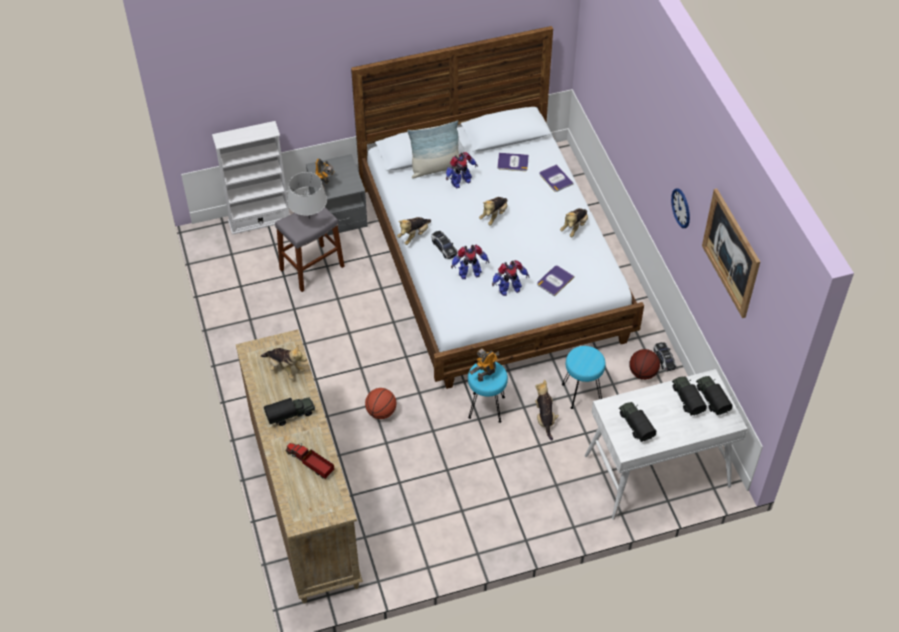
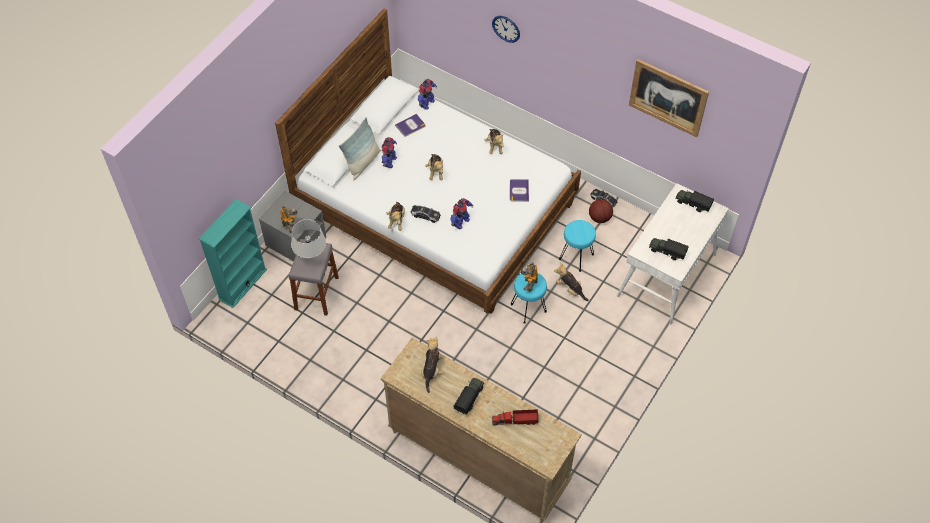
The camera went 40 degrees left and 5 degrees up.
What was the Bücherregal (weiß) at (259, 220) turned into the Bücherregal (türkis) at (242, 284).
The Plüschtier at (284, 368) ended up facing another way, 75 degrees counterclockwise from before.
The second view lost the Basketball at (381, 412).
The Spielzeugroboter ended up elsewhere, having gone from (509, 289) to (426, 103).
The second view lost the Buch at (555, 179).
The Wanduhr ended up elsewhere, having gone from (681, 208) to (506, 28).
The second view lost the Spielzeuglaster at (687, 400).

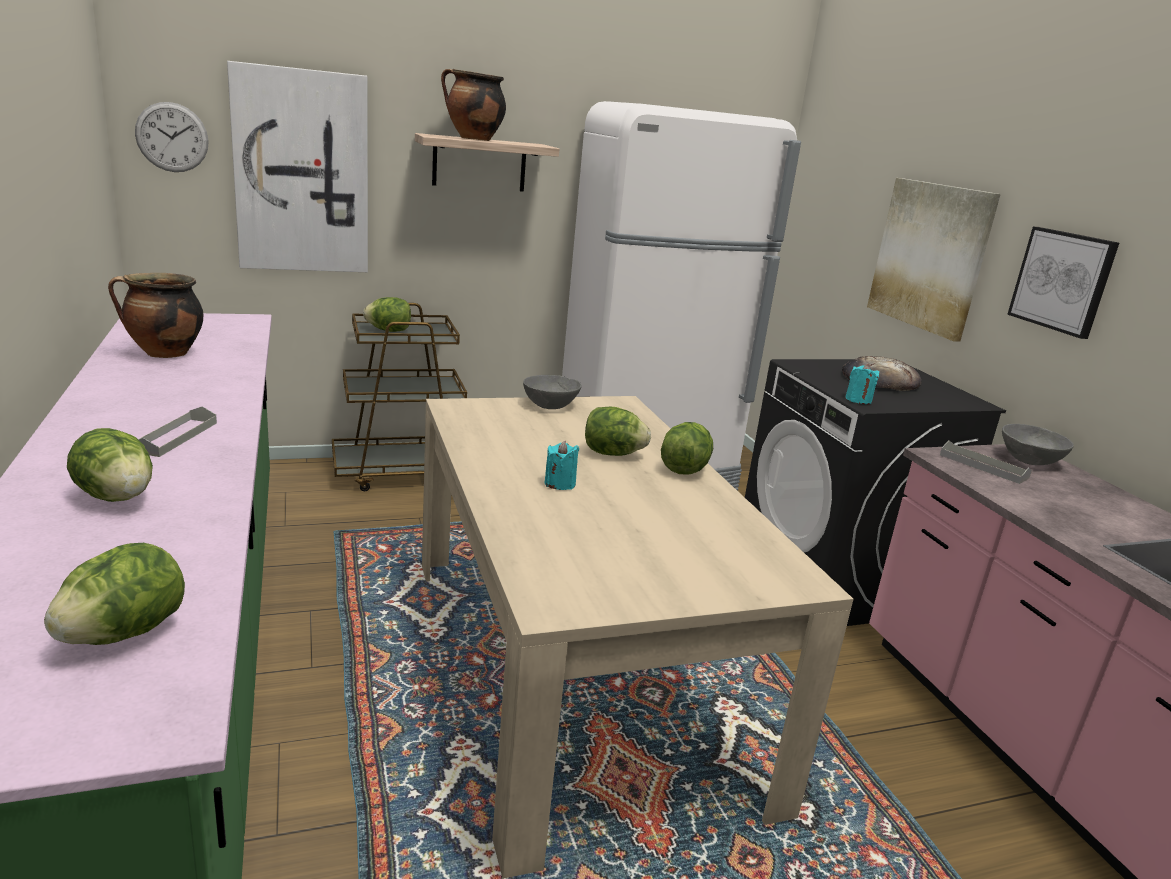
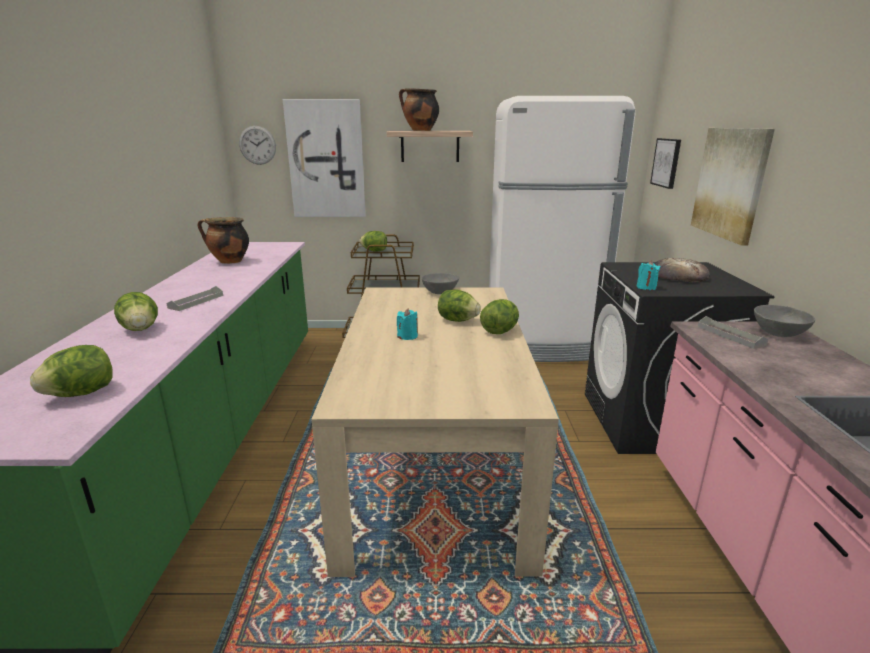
The camera went 20 degrees right and 0 degrees up.
The Bild ended up elsewhere, having gone from (1062, 281) to (666, 162).

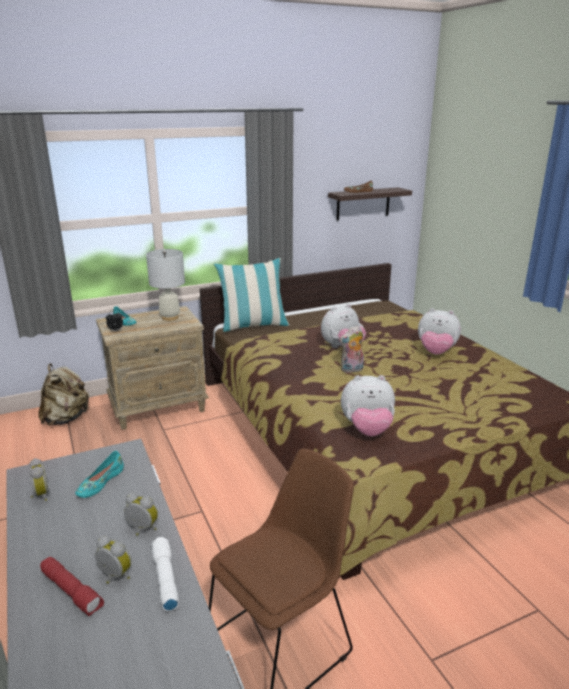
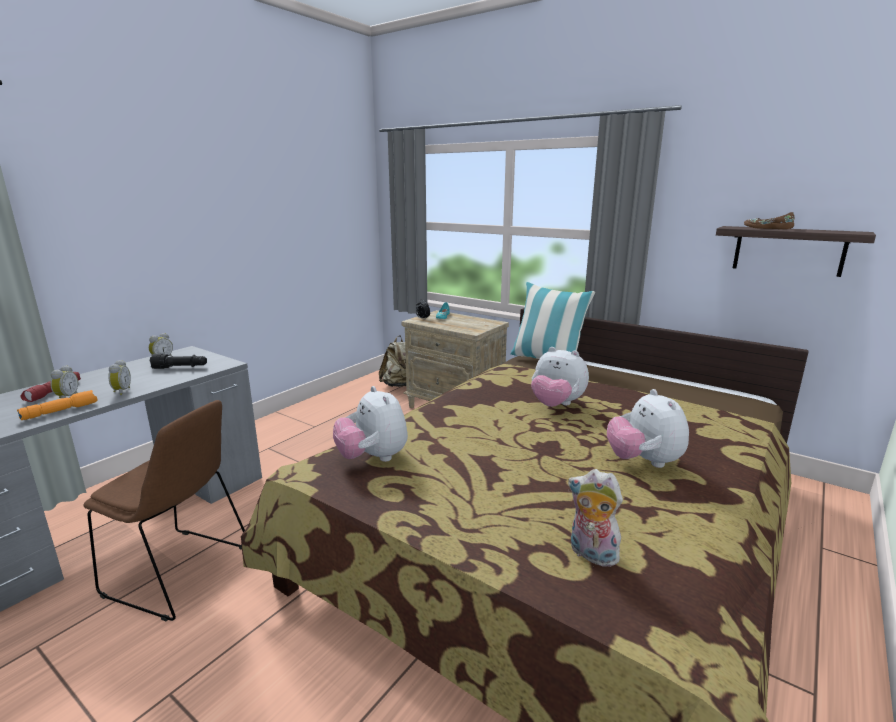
The camera went 60 degrees right and 5 degrees down.
Where the Schuh (türkis) stood at (100, 482), the Taschenlampe (schwarz) came to stand at (180, 368).
The second view lost the Tischlampe (weiß) at (170, 317).
What was the Taschenlampe (weiß) at (164, 578) turned into the Taschenlampe (orange) at (60, 411).
The Plüschtier ended up elsewhere, having gone from (352, 370) to (591, 554).

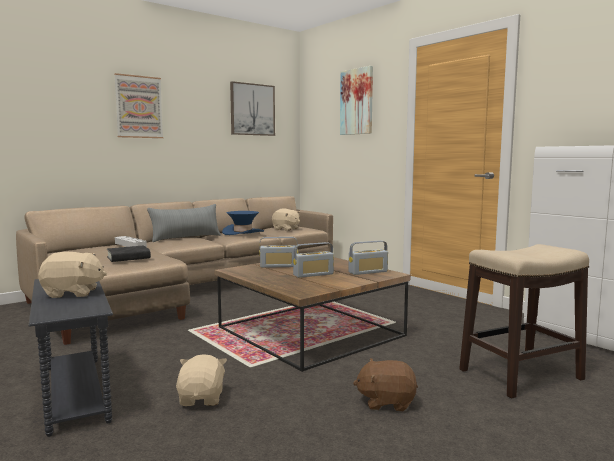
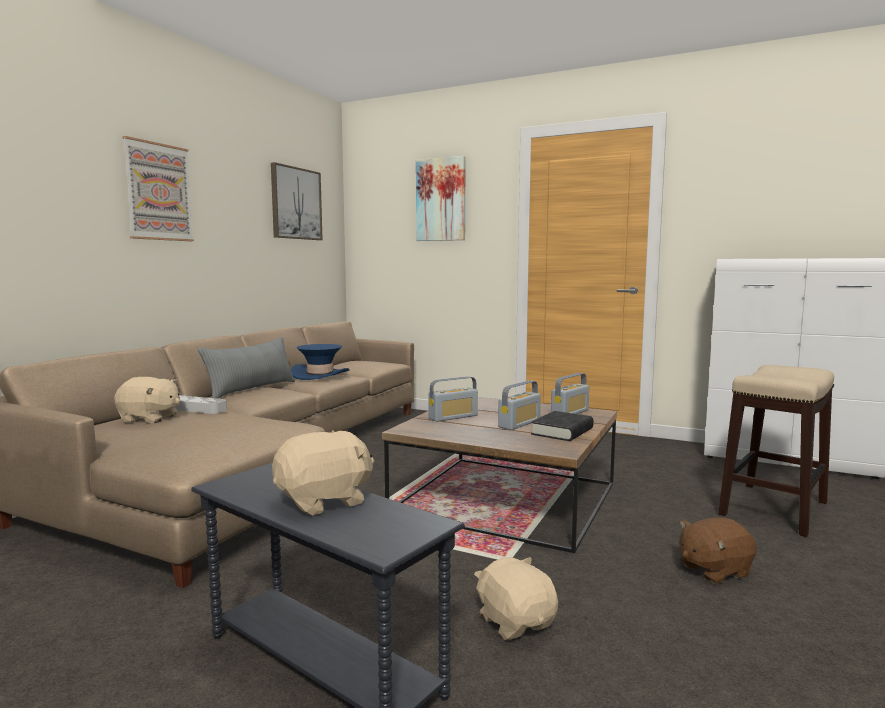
The camera went 25 degrees left and 0 degrees up.
The Buch (schwarz) ended up elsewhere, having gone from (128, 257) to (562, 431).
The Plüschtier (beige) ended up elsewhere, having gone from (286, 229) to (150, 419).

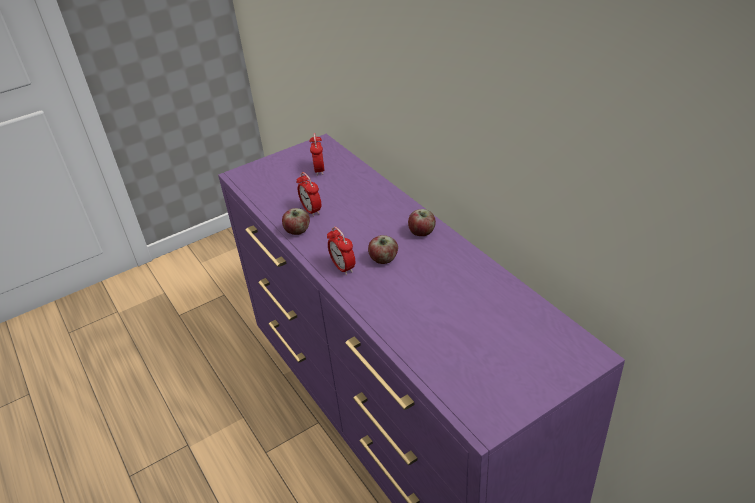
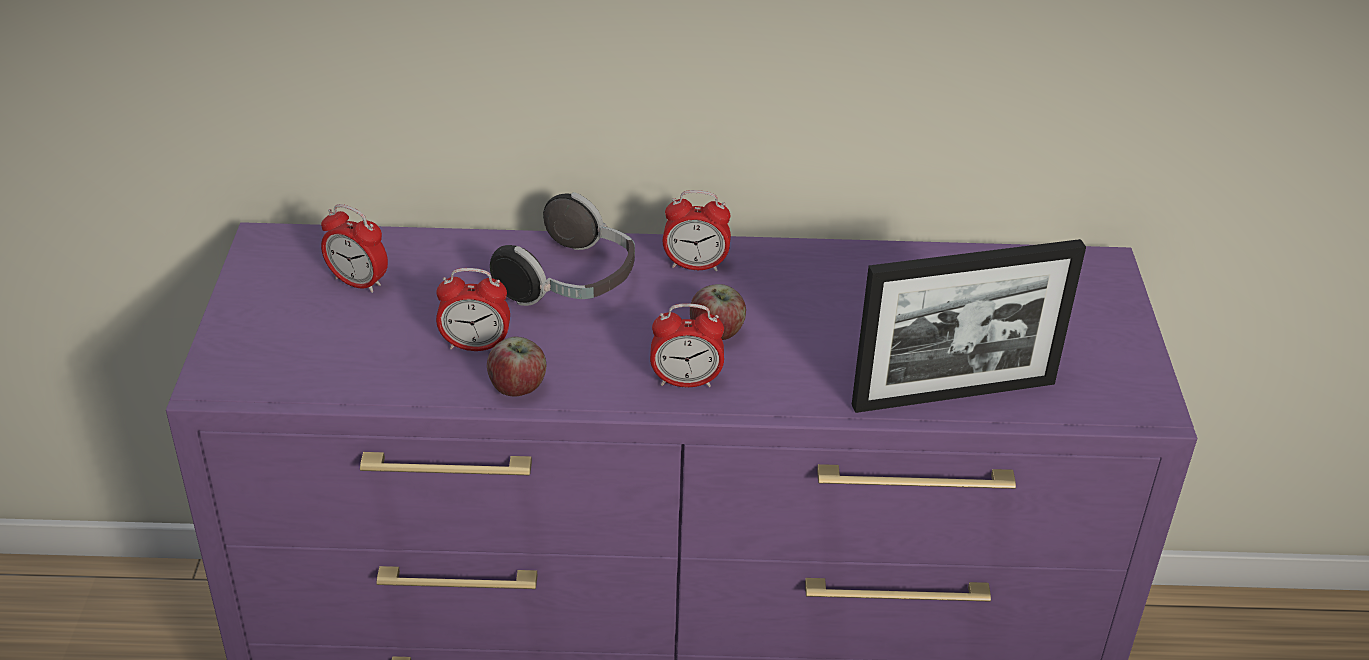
The camera went 60 degrees left and 0 degrees up.
Where the Apfel stood at (422, 232), the Wecker came to stand at (695, 265).
The second view gained the Kopfhörer at (572, 282).
The second view gained the Bilderrahmen at (954, 394).

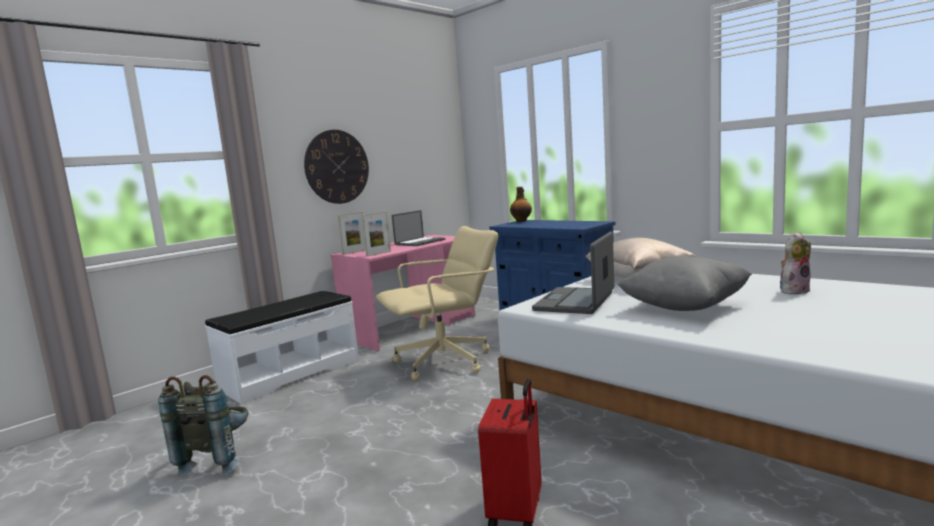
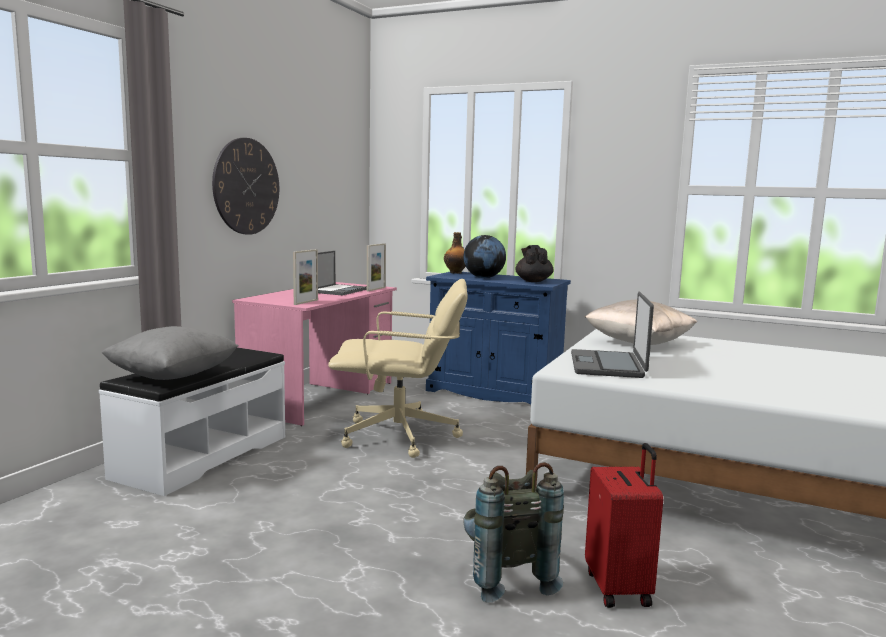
The camera went 20 degrees left and 0 degrees up.
The Rucksack (grau) ended up elsewhere, having gone from (218, 460) to (504, 577).
The Bilderrahmen ended up elsewhere, having gone from (355, 252) to (376, 289).
The Bürostuhl (beige) at (445, 362) ended up facing another way, 45 degrees clockwise from before.
The Kissen (grau) ended up elsewhere, having gone from (684, 307) to (173, 376).
The second view lost the Plüschtier at (794, 290).
The second view gained the Globus at (483, 277).
The second view gained the Teekanne (schwarz) at (533, 281).

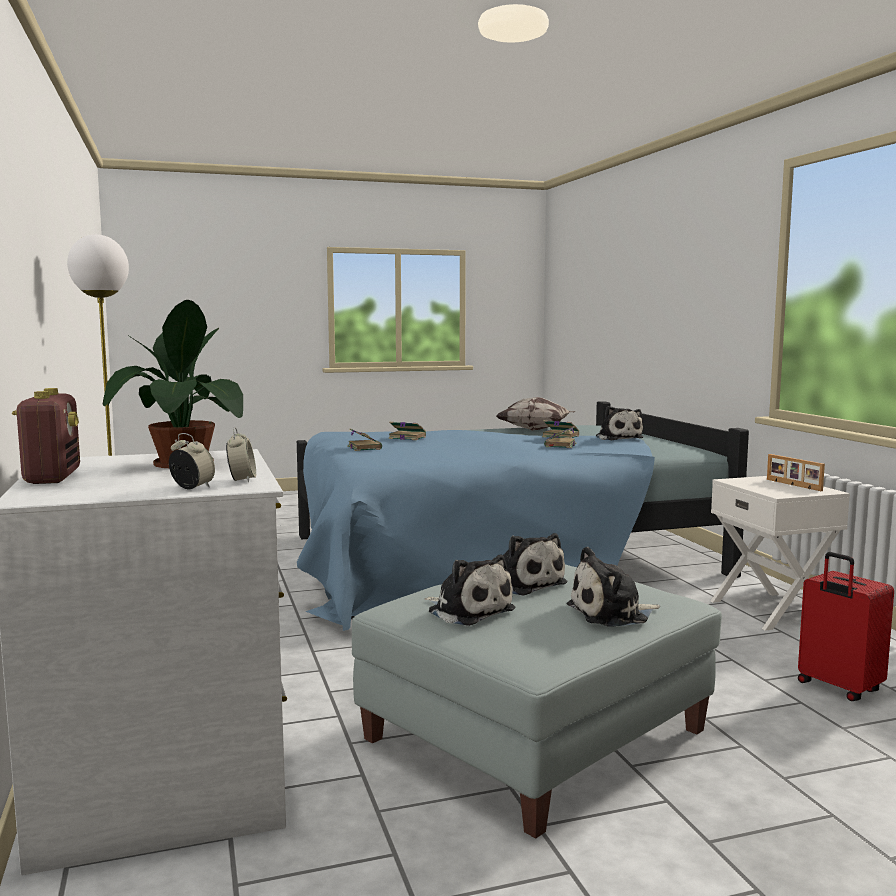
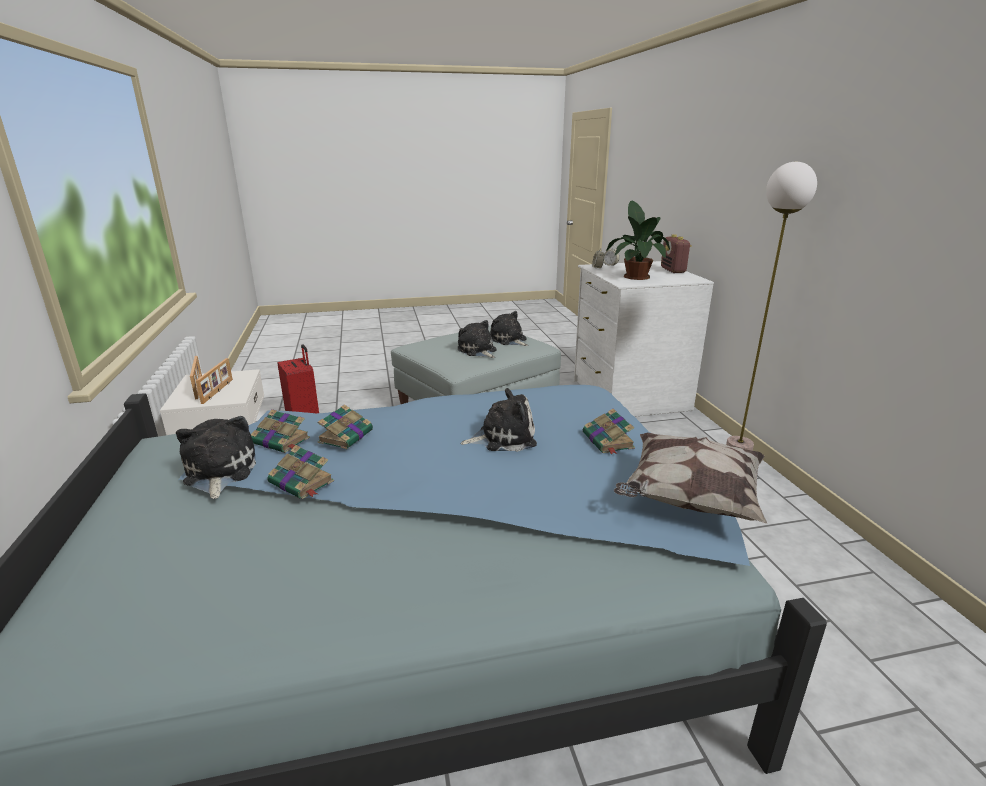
The camera went 175 degrees left and 15 degrees up.
The Buch ended up elsewhere, having gone from (406, 437) to (281, 441).
The Kissen ended up elsewhere, having gone from (536, 429) to (688, 499).
The Plüschtier ended up elsewhere, having gone from (612, 614) to (503, 437).
The second view gained the Bilderrahmen at (218, 391).

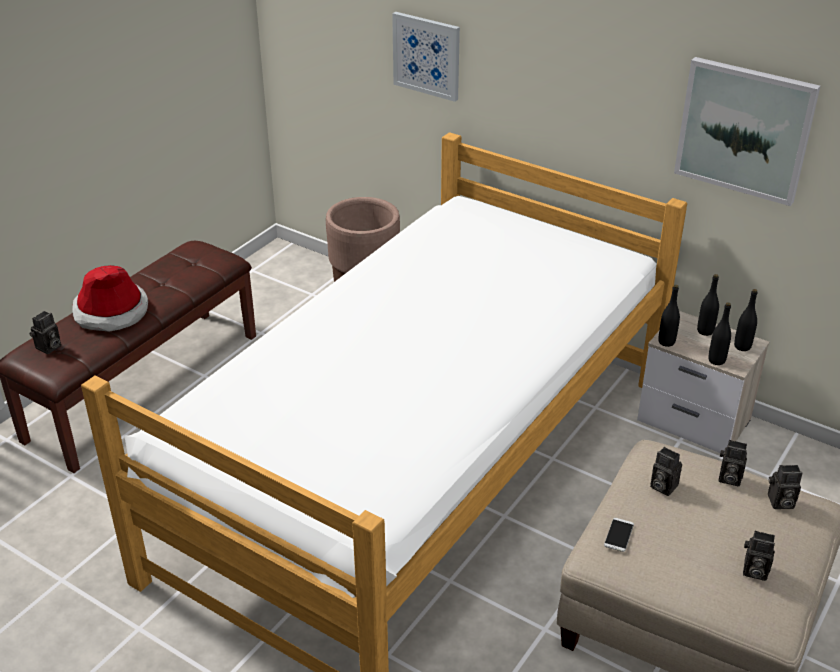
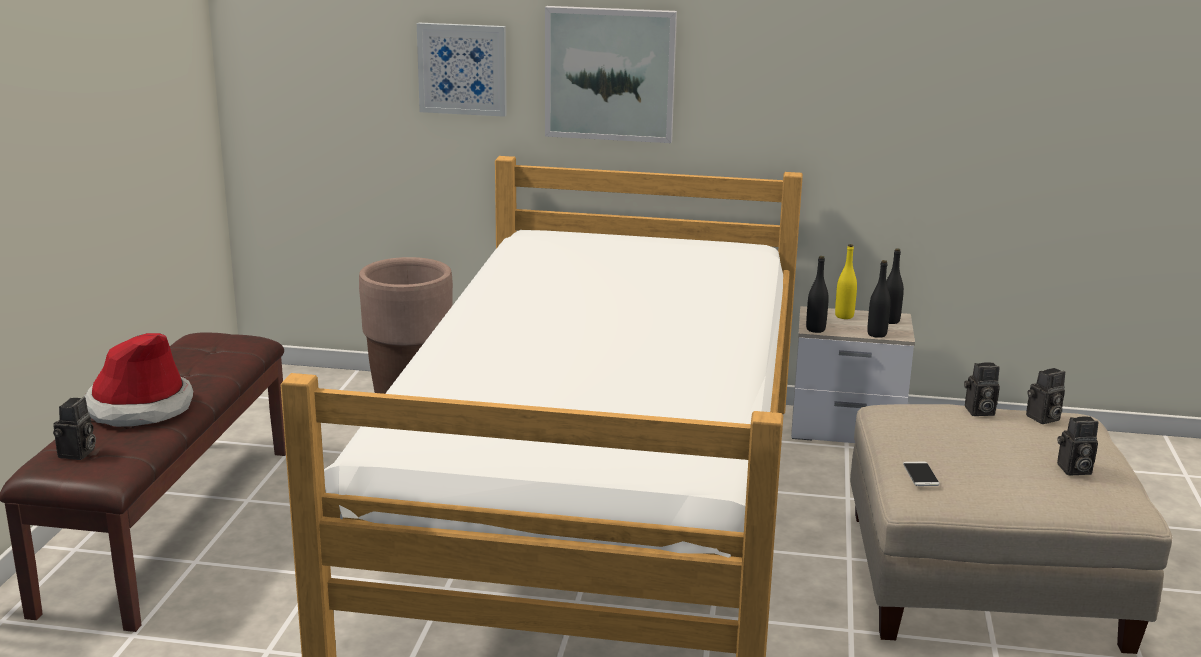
The camera went 25 degrees left and 15 degrees down.
The second view lost the Kamera at (661, 486).
The Bild ended up elsewhere, having gone from (744, 130) to (610, 74).
What was the Flasche (schwarz) at (705, 331) turned into the Flasche (gelb) at (844, 316).

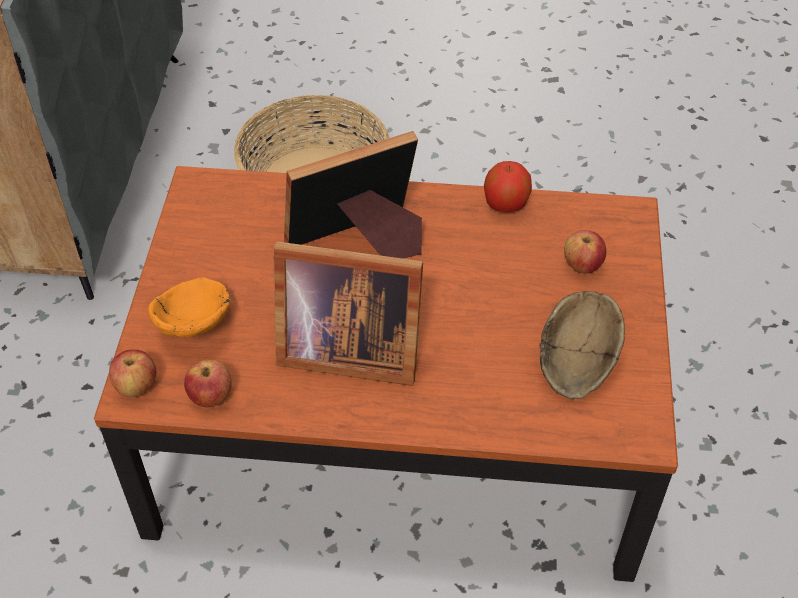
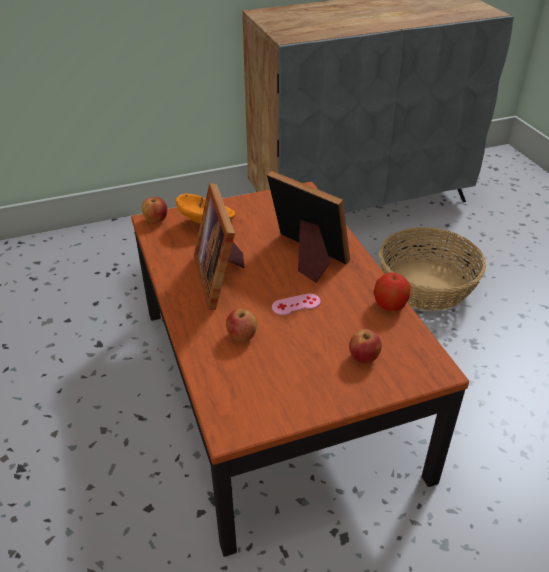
The camera went 65 degrees right and 10 degrees down.
The Apfel ended up elsewhere, having gone from (211, 397) to (242, 336).
The second view lost the Schüssel (braun) at (574, 363).
The second view gained the Gamepad (rosa) at (296, 304).

